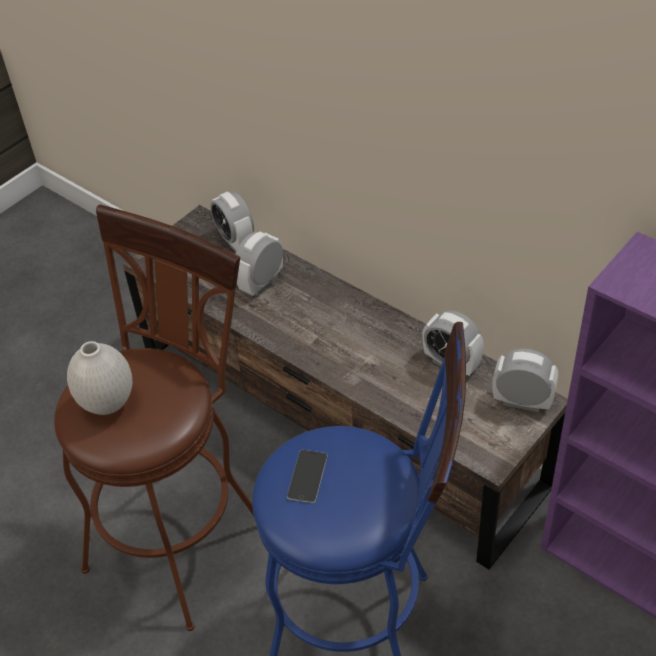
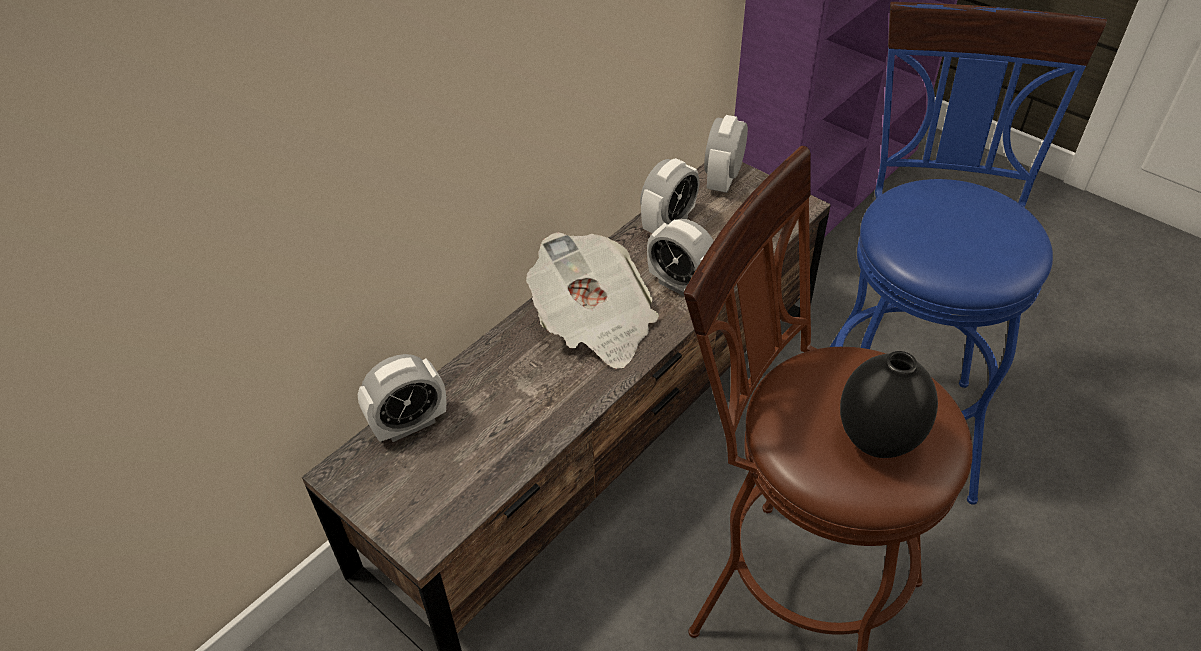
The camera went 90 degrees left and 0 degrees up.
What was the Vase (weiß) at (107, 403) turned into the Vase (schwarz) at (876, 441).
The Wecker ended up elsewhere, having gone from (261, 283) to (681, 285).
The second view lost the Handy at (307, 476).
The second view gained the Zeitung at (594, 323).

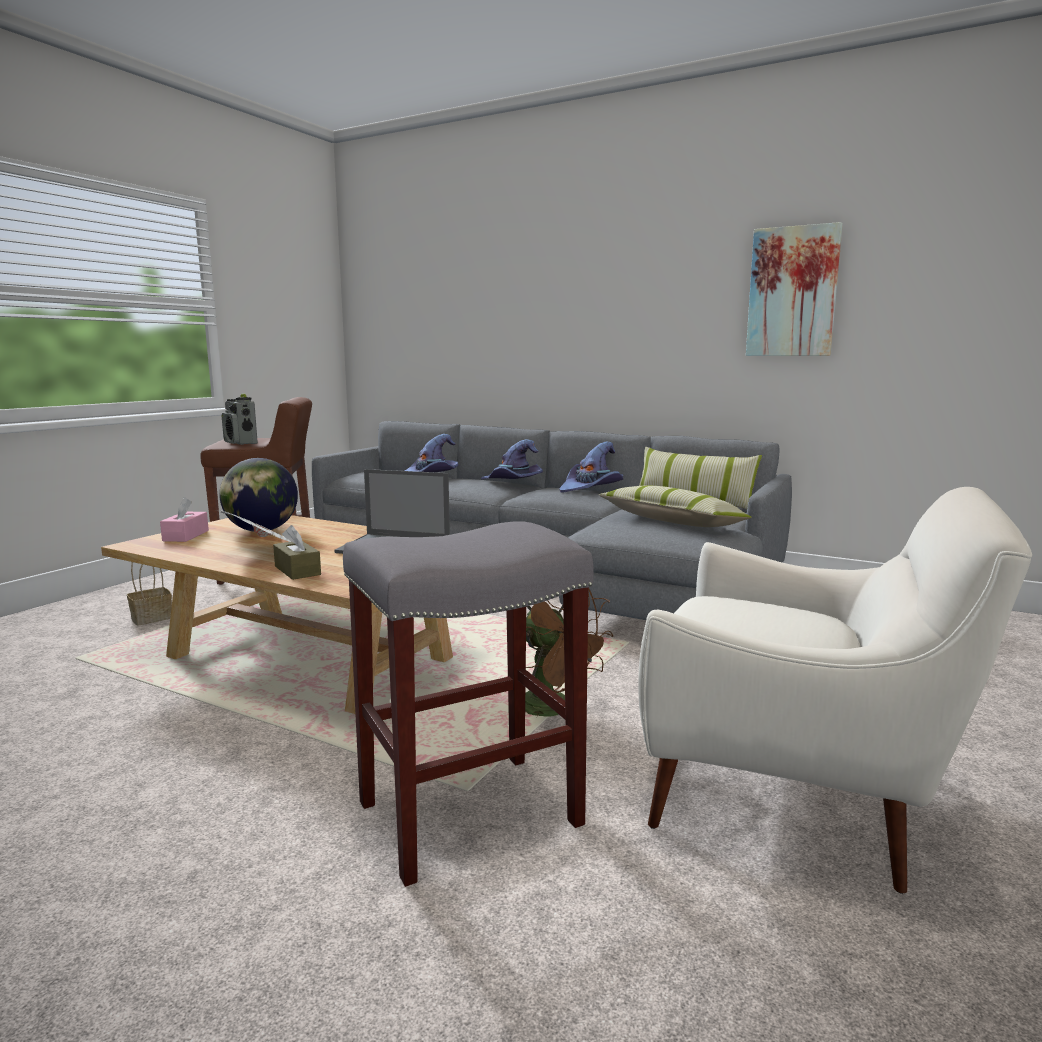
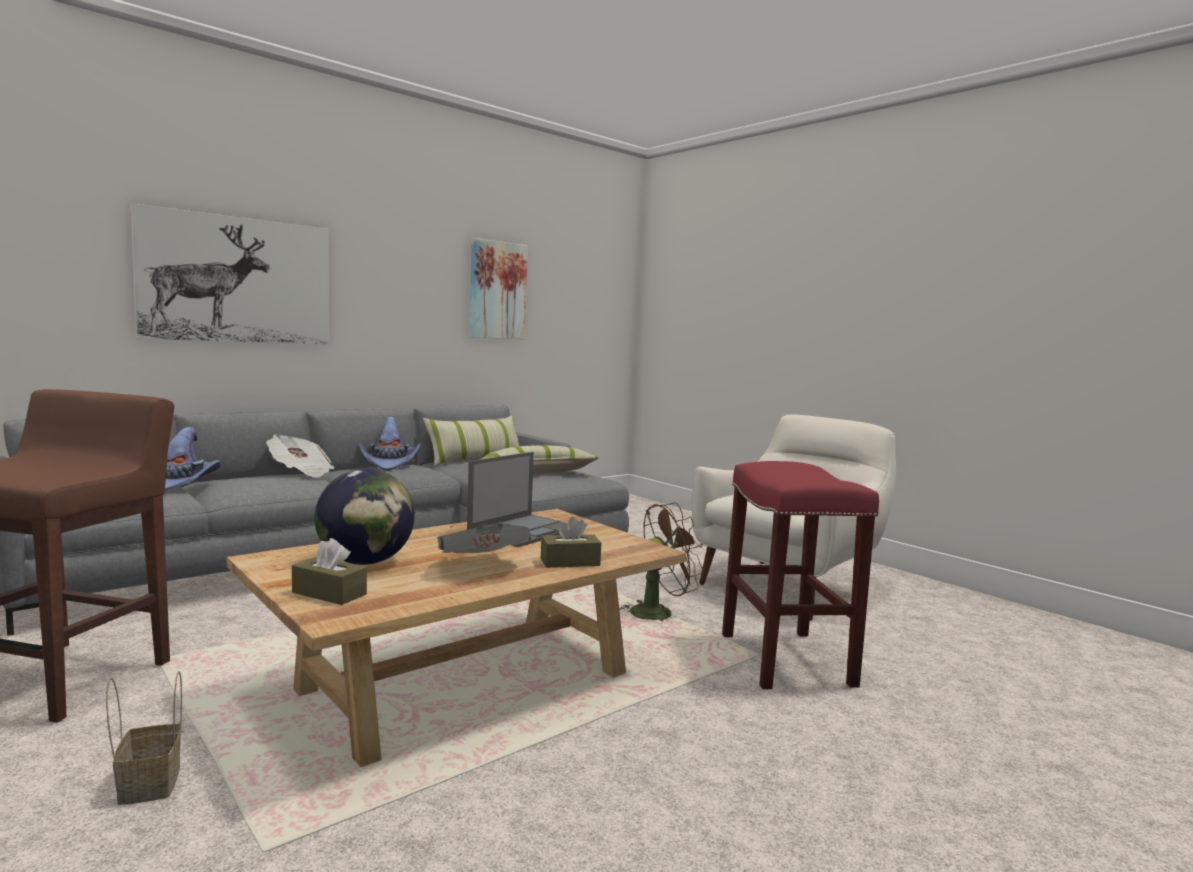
The camera went 70 degrees left and 5 degrees down.
What was the Taschentuchbox (rosa) at (186, 536) turned into the Taschentuchbox (braun) at (329, 593).
The second view lost the Radio at (241, 443).
What was the Hocker (grau) at (467, 815) turned into the Hocker (rot) at (787, 660).
Where the Hut (lila) stood at (512, 482), the Zeitung came to stand at (301, 472).
The second view gained the Bild at (237, 280).

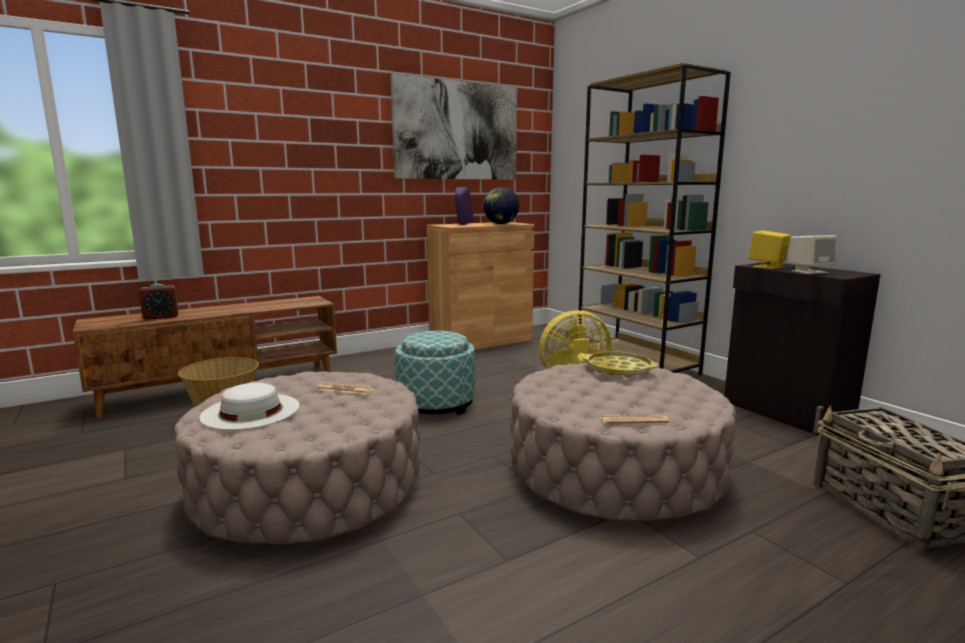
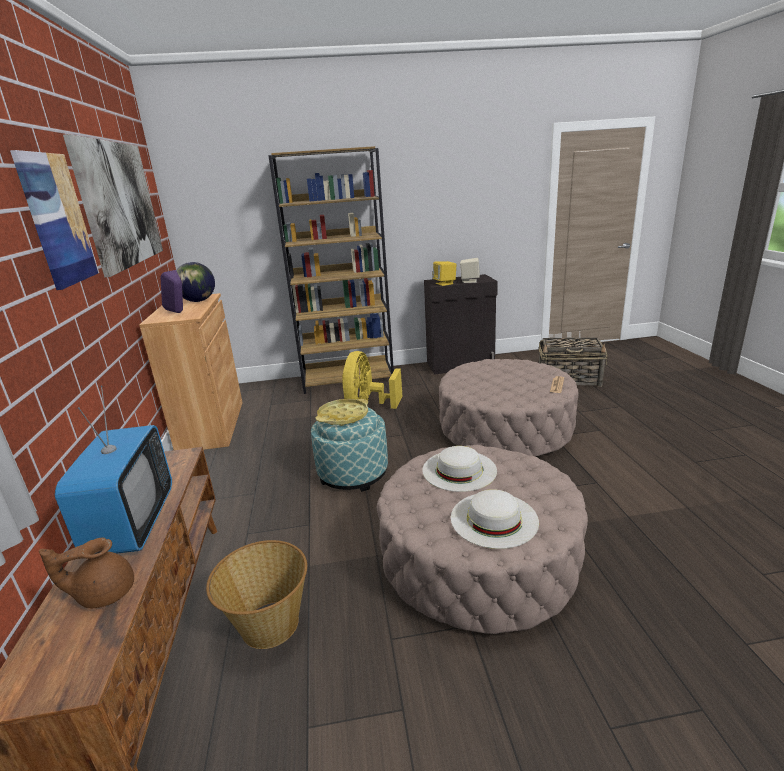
The camera went 65 degrees left and 10 degrees up.
Where the Wecker stood at (161, 317), the Teekanne (braun) came to stand at (104, 593).
Where the Zeitung stood at (345, 389), the Hut (weiß) came to stand at (459, 470).
The Tablett (gelb) ended up elsewhere, having gone from (619, 369) to (343, 416).
The second view gained the Bild at (57, 220).
The second view gained the Fernseher at (132, 523).

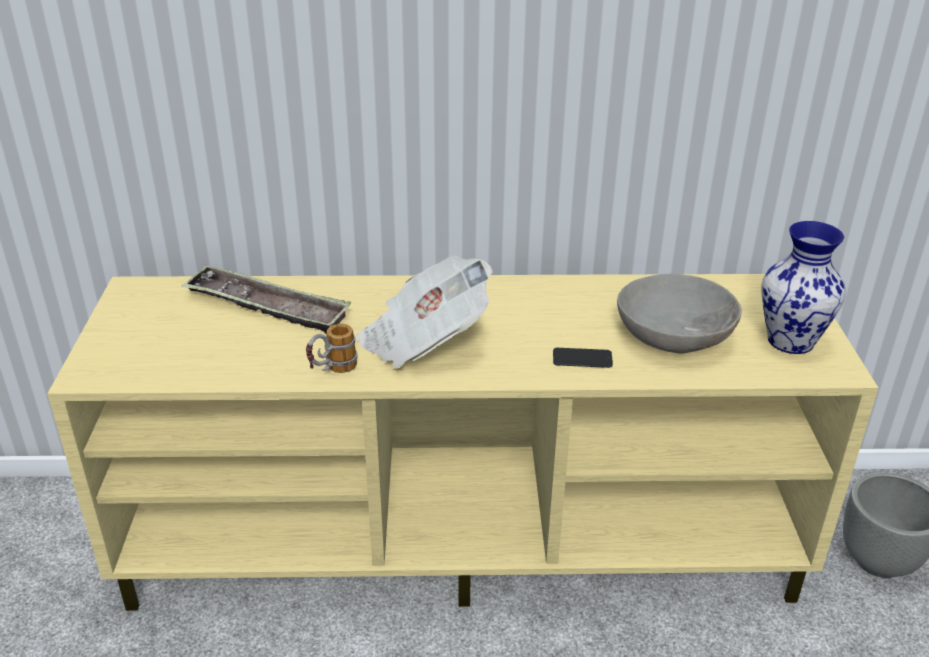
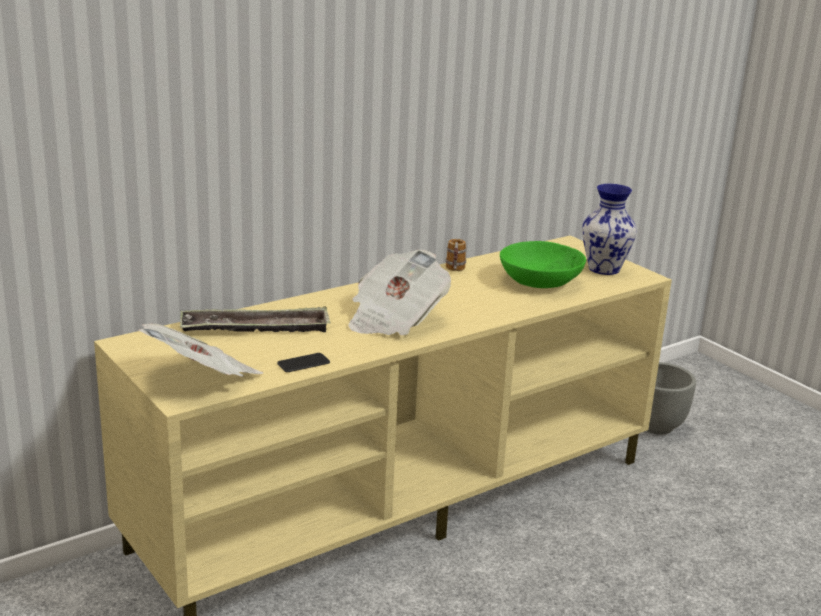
The camera went 35 degrees left and 10 degrees down.
The Henkelbecher ended up elsewhere, having gone from (332, 371) to (455, 271).
The Handy ended up elsewhere, having gone from (582, 359) to (303, 363).
What was the Schüssel (grau) at (674, 335) turned into the Schüssel (grün) at (540, 281).
The second view gained the Zeitung at (203, 379).

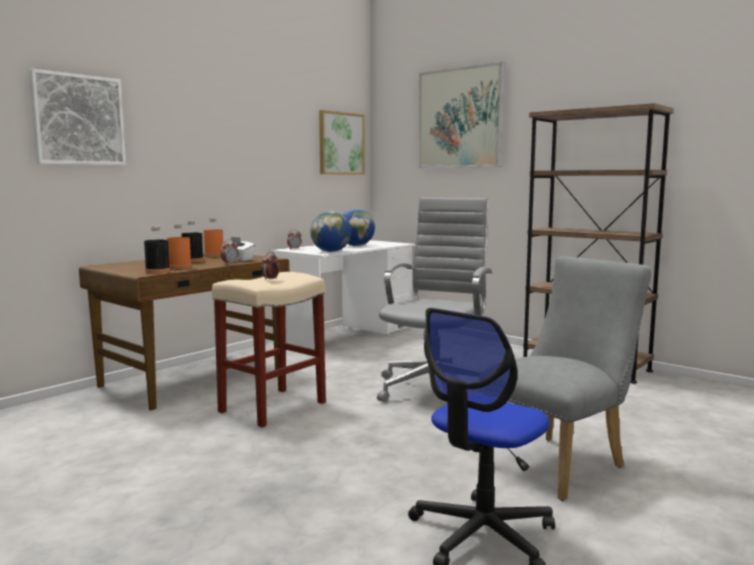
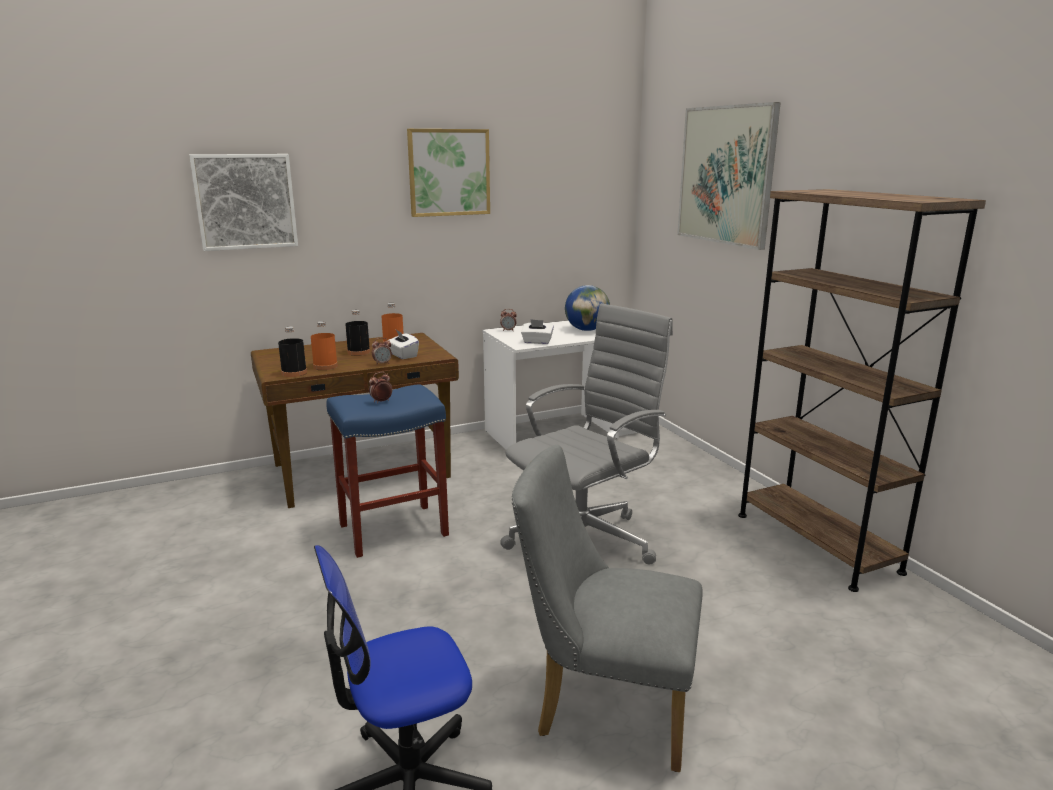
The camera went 25 degrees right and 10 degrees up.
What was the Hocker (beige) at (272, 407) turned into the Hocker (blau) at (392, 530).
Where the Globus stood at (331, 251), the Taschentuchbox (weiß) came to stand at (537, 342).
The Bild ended up elsewhere, having gone from (341, 143) to (449, 172).
The Stuhl (grau) at (559, 463) ended up facing another way, 150 degrees counterclockwise from before.

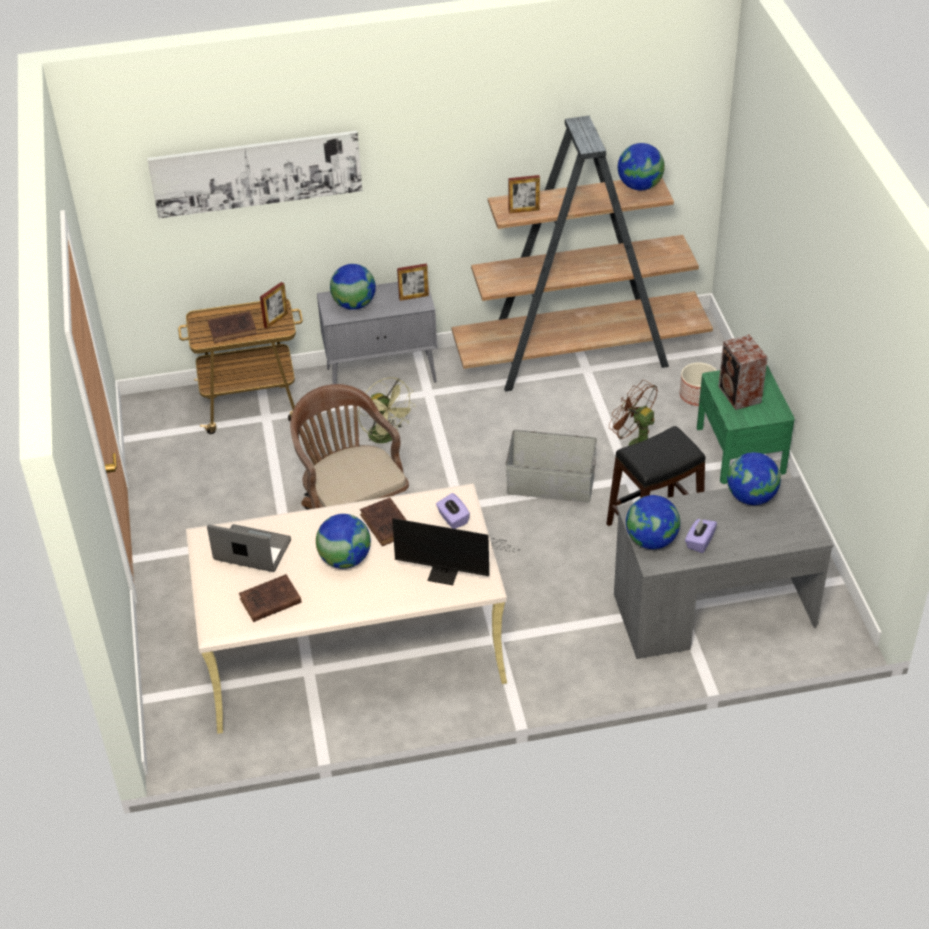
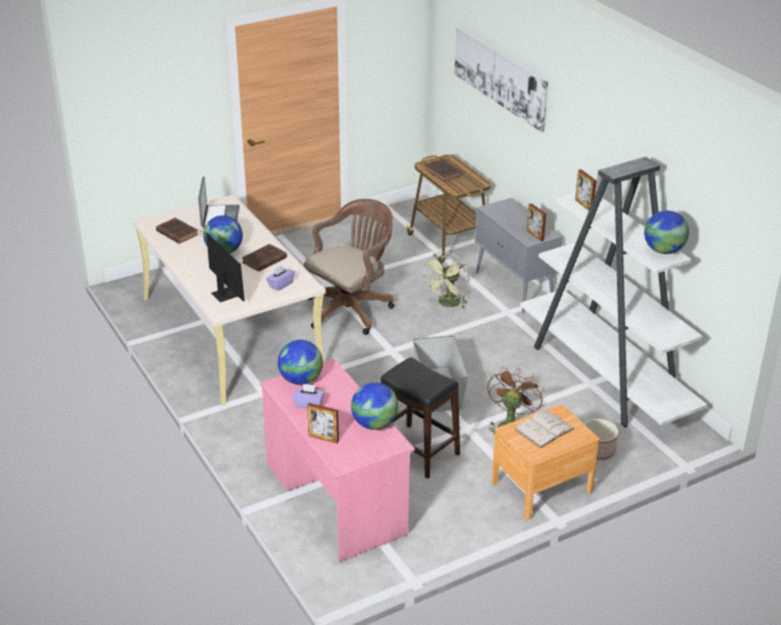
The camera went 70 degrees right and 10 degrees down.
The Bilderrahmen ended up elsewhere, having gone from (276, 320) to (323, 438).
The second view lost the Globus at (354, 304).
The Monitor at (448, 575) ended up facing another way, 150 degrees clockwise from before.
What was the Bücherregal (braun) at (581, 355) turned into the Bücherregal (weiß) at (606, 377).
What was the Schreibtisch (grau) at (713, 611) turned into the Schreibtisch (rosa) at (335, 498).
What was the Nachttisch (grün) at (740, 449) turned into the Nachttisch (braun) at (541, 486).
Where the Lautsprecher stood at (739, 395), the Buch (weiß) came to stand at (544, 429).

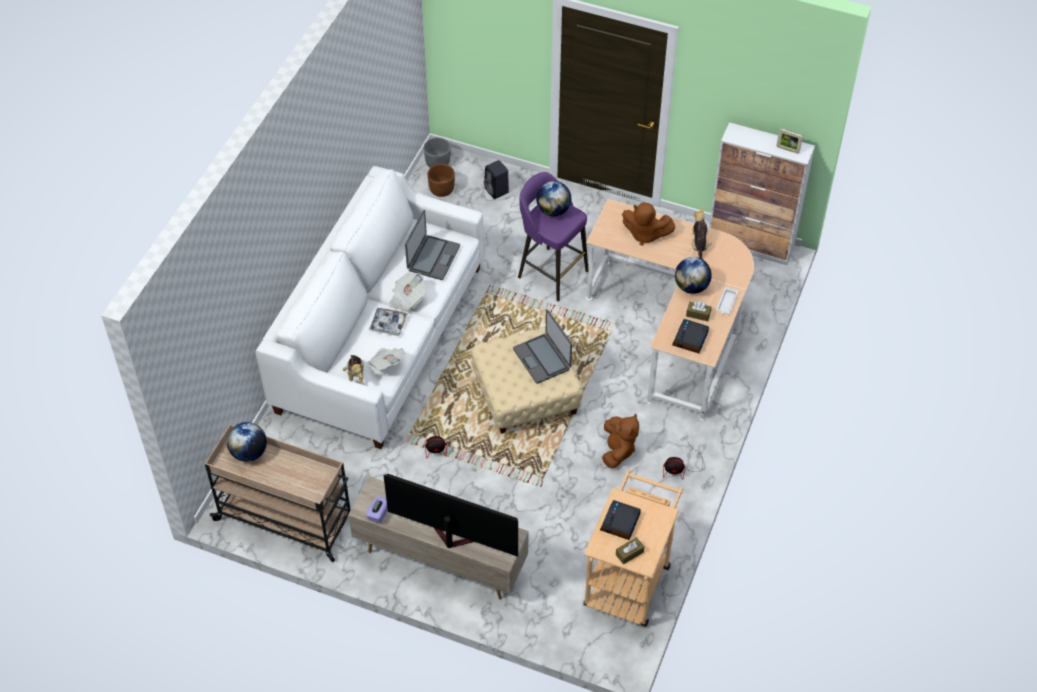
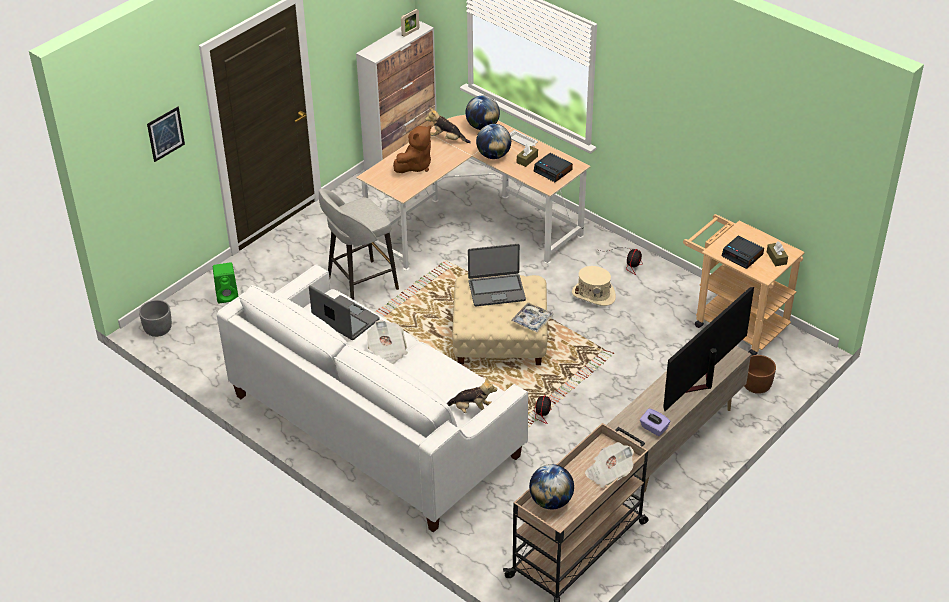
The camera went 70 degrees left and 10 degrees down.
The Zeitung ended up elsewhere, having gone from (387, 363) to (608, 473).
The Tablett ended up elsewhere, having gone from (388, 324) to (532, 320).
The Pflanzkübel (braun) ended up elsewhere, having gone from (441, 189) to (756, 385).
What was the Lautsprecher (schwarz) at (497, 191) turned into the Lautsprecher (grün) at (228, 295).
What was the Hocker (lila) at (551, 273) turned into the Hocker (grau) at (360, 285).
The Globus ended up elsewhere, having gone from (553, 210) to (482, 127).
Where the Plüschtier (braun) stood at (618, 450), the Hut (beige) came to stand at (593, 295).
The second view gained the Bild at (165, 134).

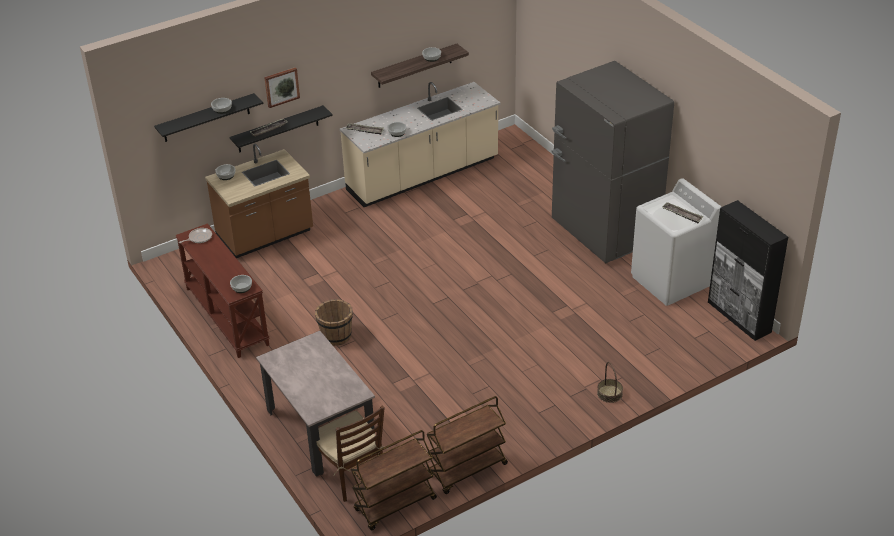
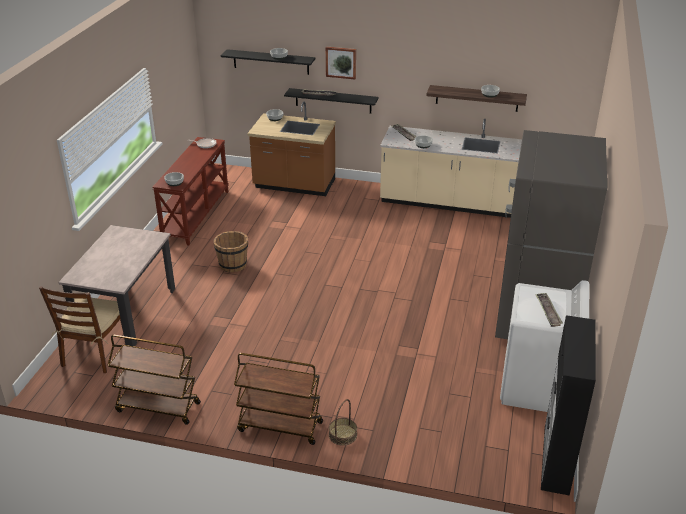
The camera went 45 degrees right and 5 degrees down.
The Rollwagen (braun) ended up elsewhere, having gone from (395, 505) to (279, 427).

